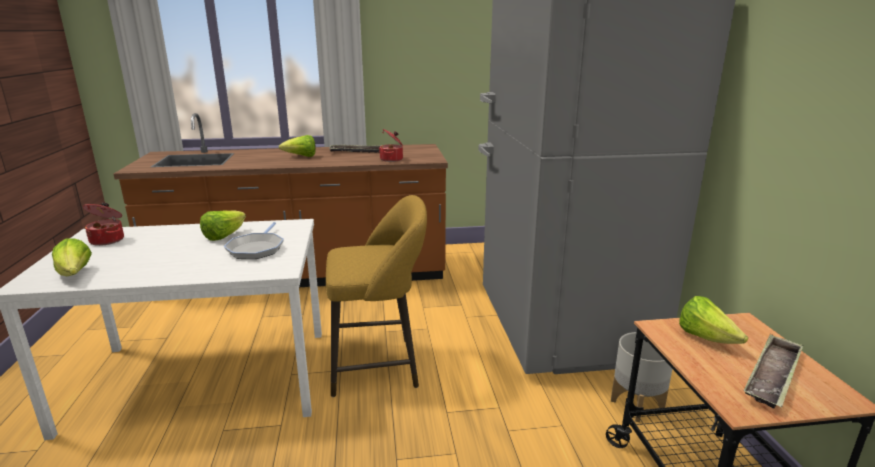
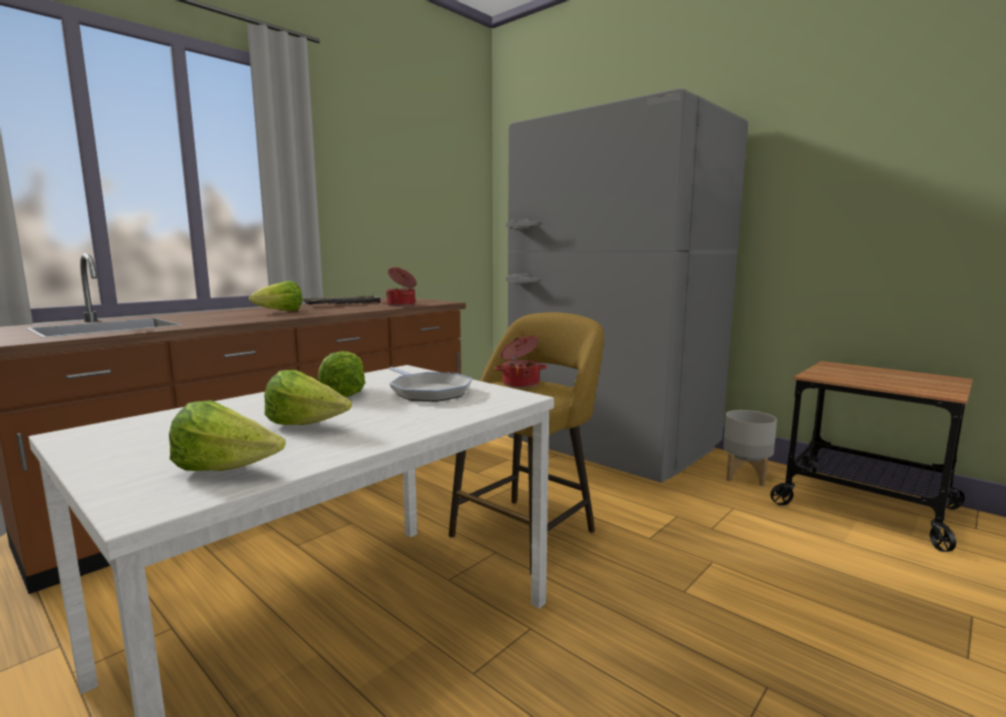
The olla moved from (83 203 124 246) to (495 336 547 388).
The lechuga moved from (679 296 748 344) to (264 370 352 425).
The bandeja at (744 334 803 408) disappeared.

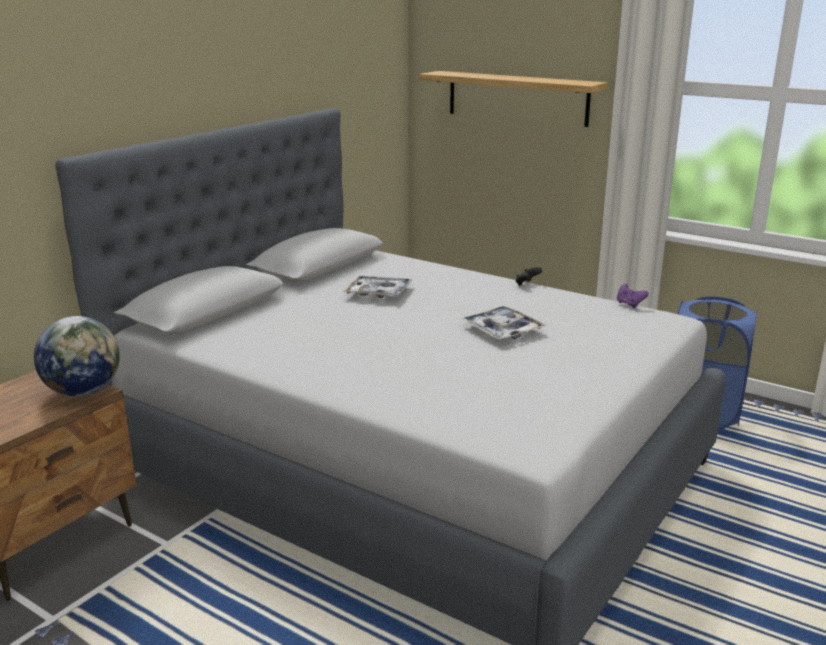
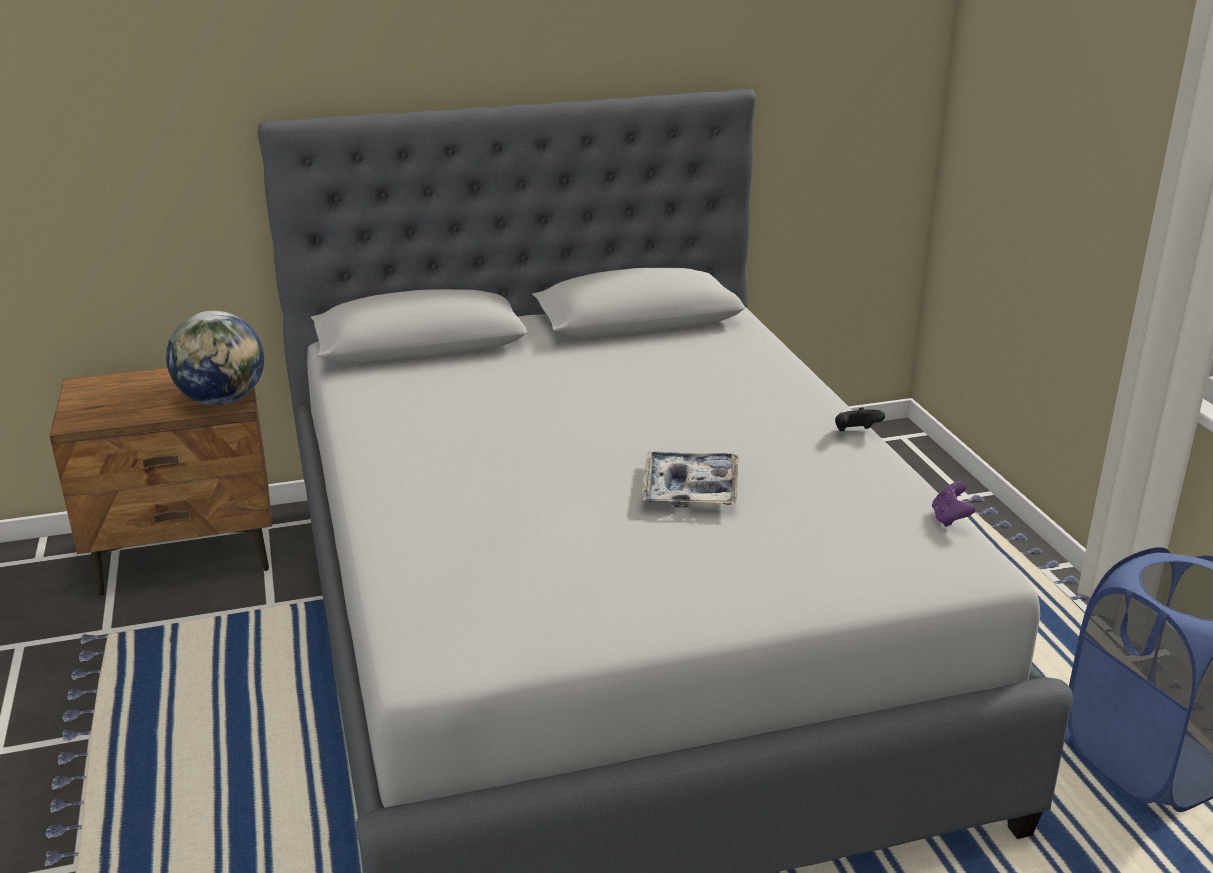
The bandeja at (343 276 412 298) disappeared.
The estante at (419 71 608 127) disappeared.

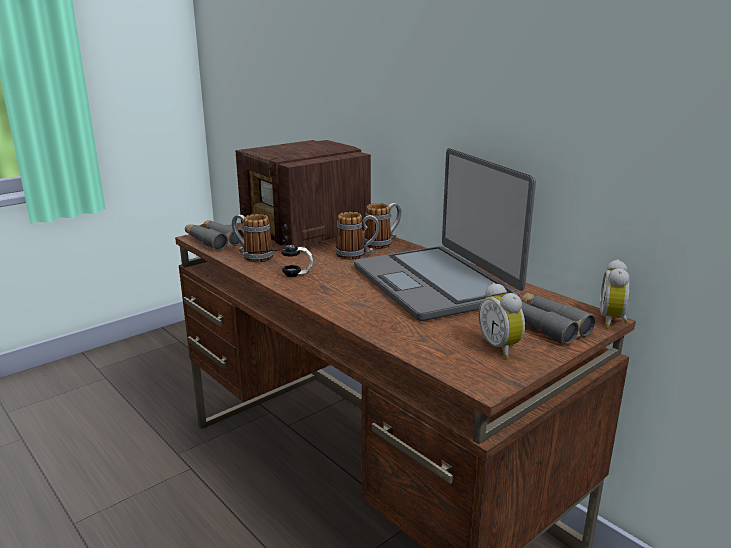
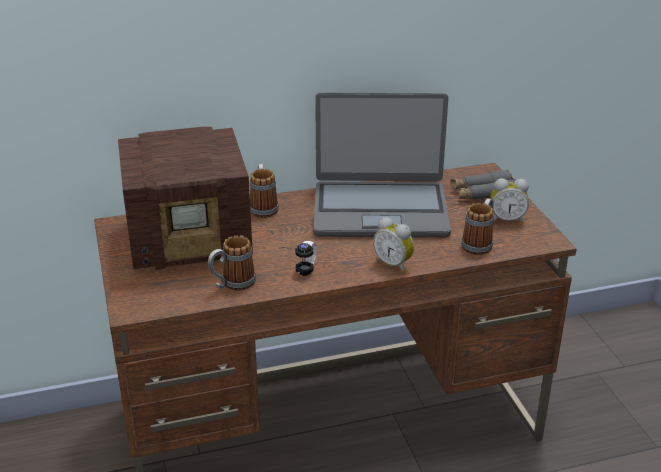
The prismáticos (gris) at (185 220 244 251) disappeared.
The taza grande moved from (336 212 379 260) to (461 199 494 255).
The despertador moved from (600 259 630 328) to (373 217 414 273).

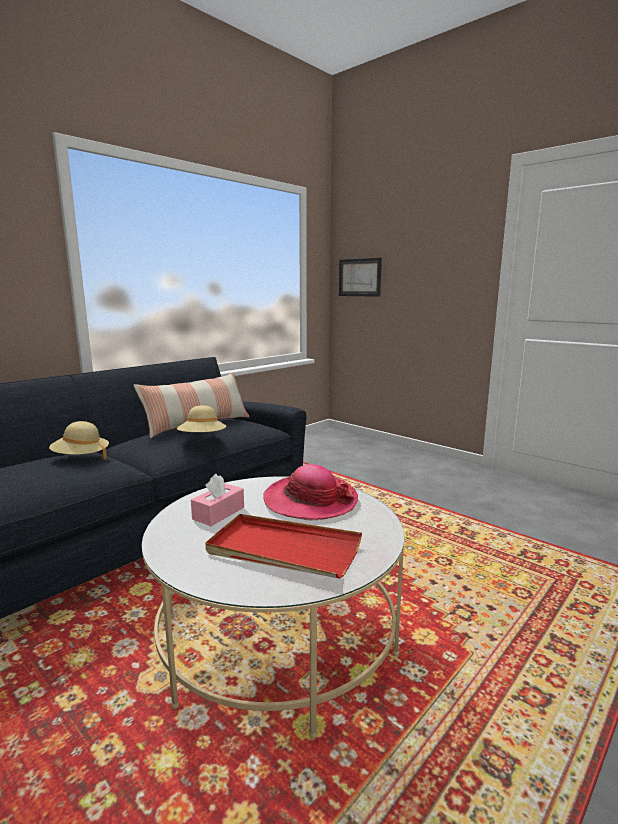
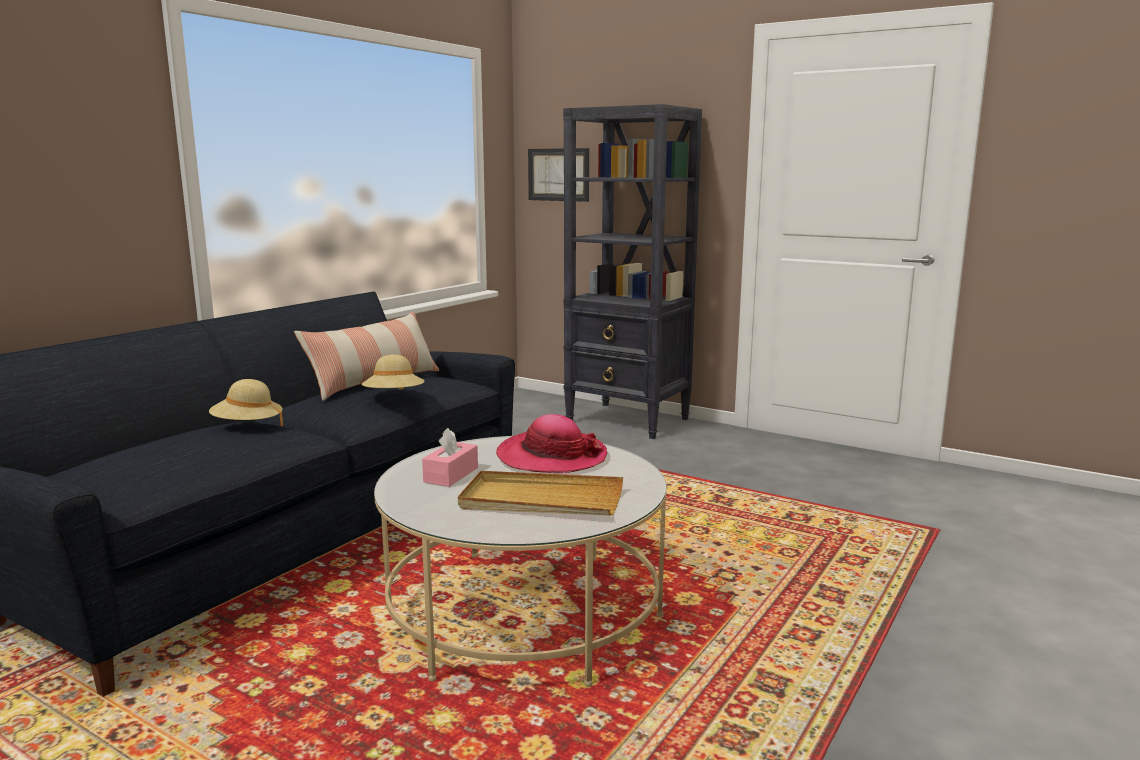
The bandeja (rojo) at (205 514 362 579) became the bandeja (beis) at (458 471 623 516).
The estantería (negro) at (563 104 702 439) appeared.

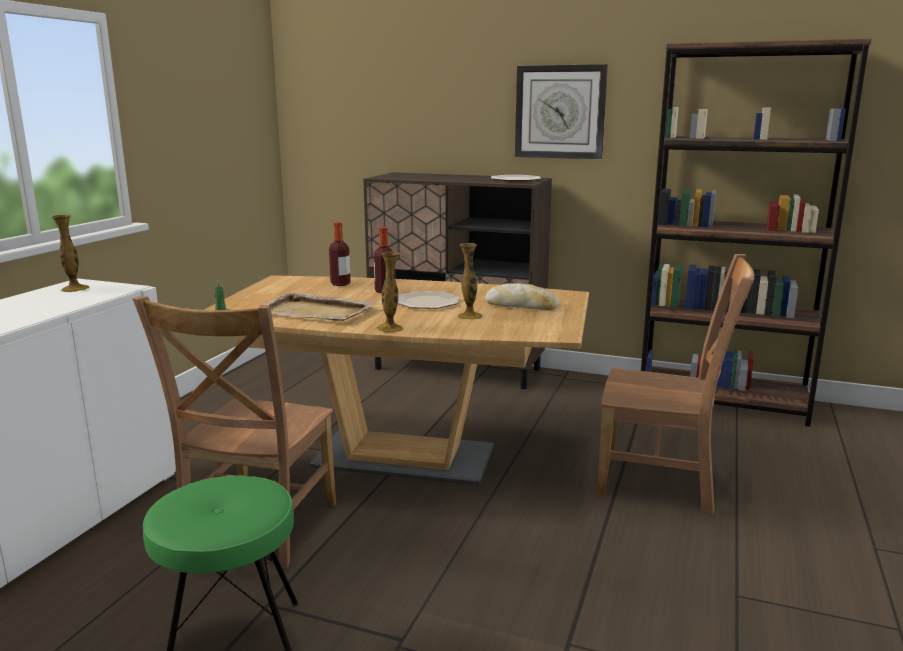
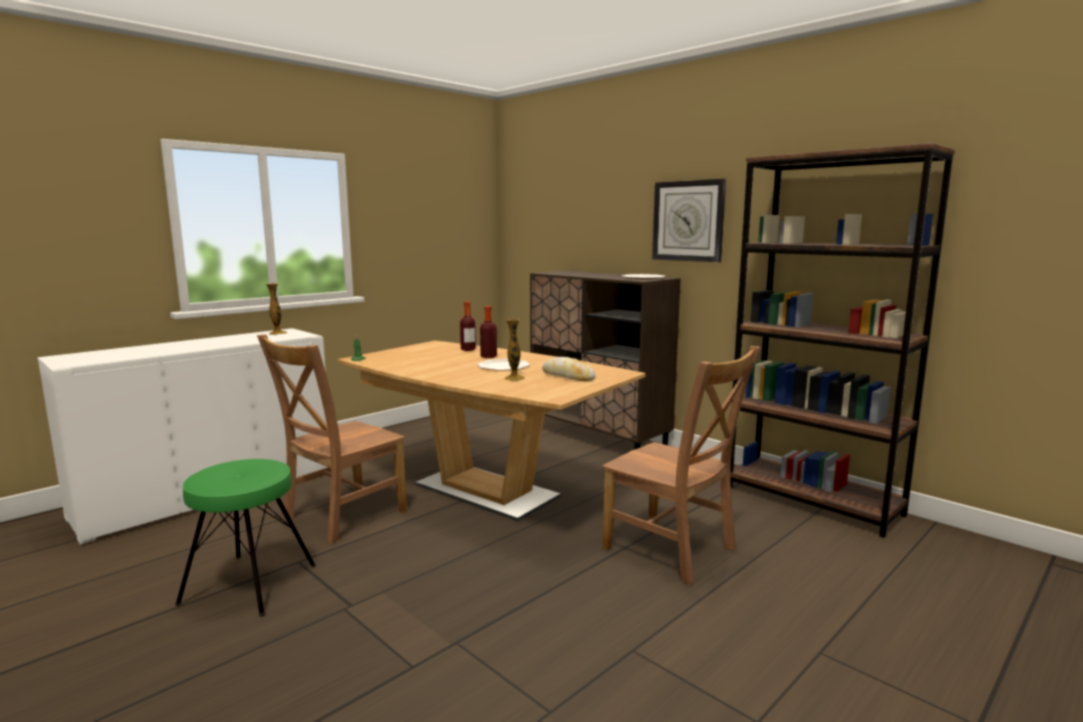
The bandeja (beis) at (258 292 377 321) disappeared.
The florero at (376 252 403 332) disappeared.

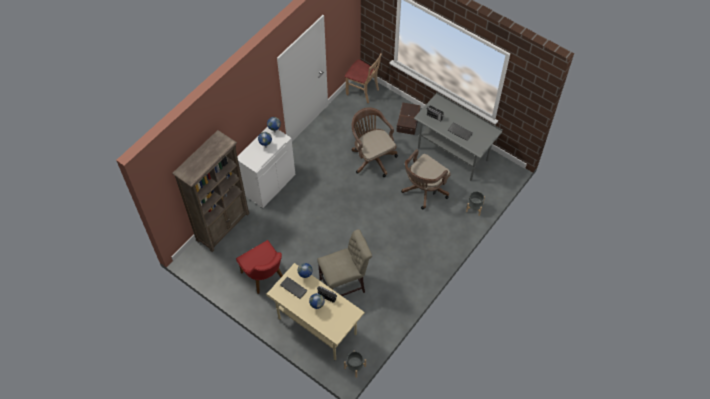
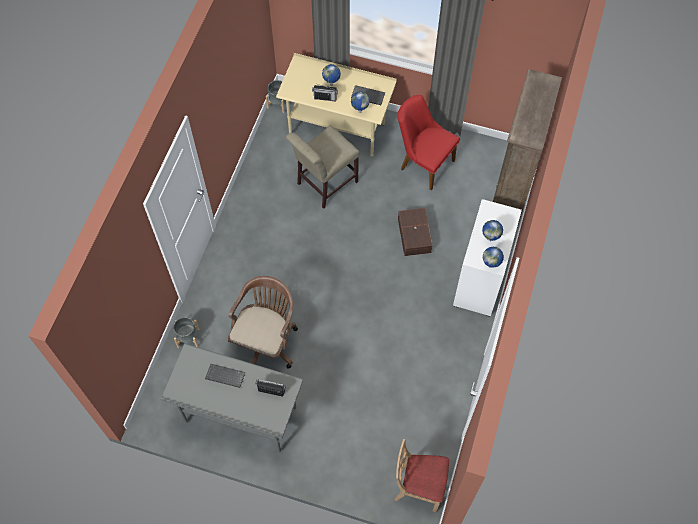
The silla de oficina (marrón) at (351 107 398 177) disappeared.
The caja de almacenaje (marrón) moved from (396 102 420 135) to (398 208 432 256).

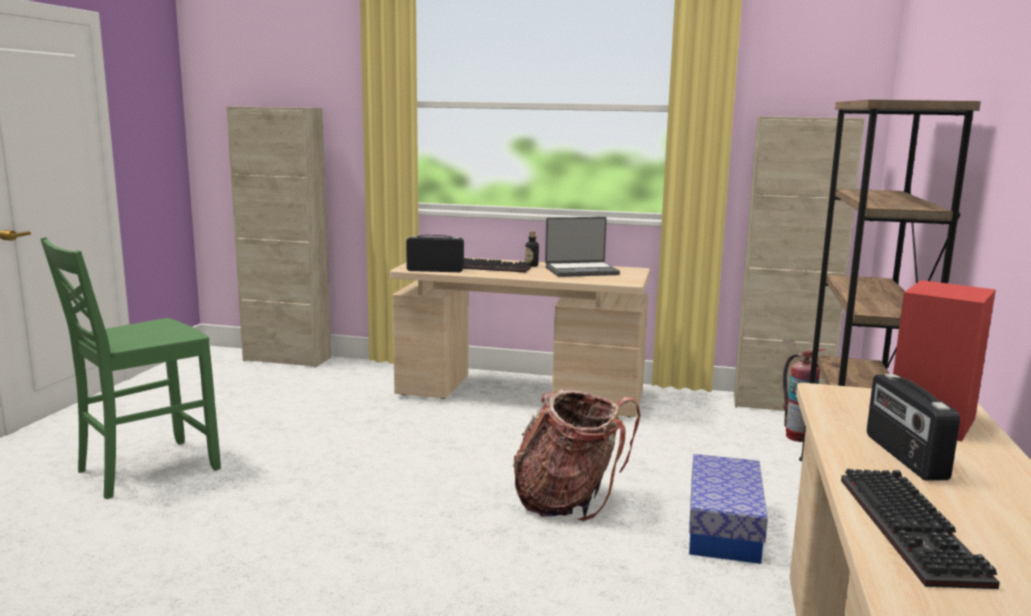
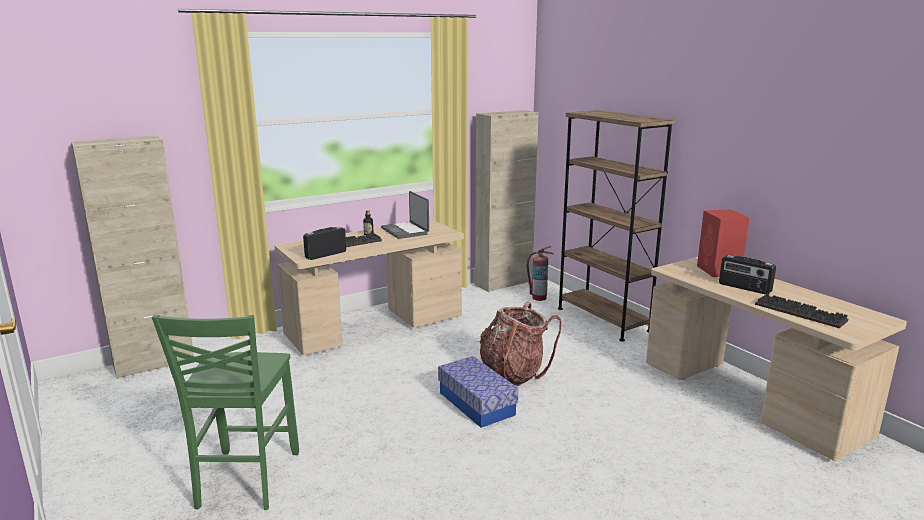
The portátil at (545 217 620 277) turned 120 degrees clockwise.
The caja de almacenaje moved from (689 454 768 564) to (438 356 519 428).

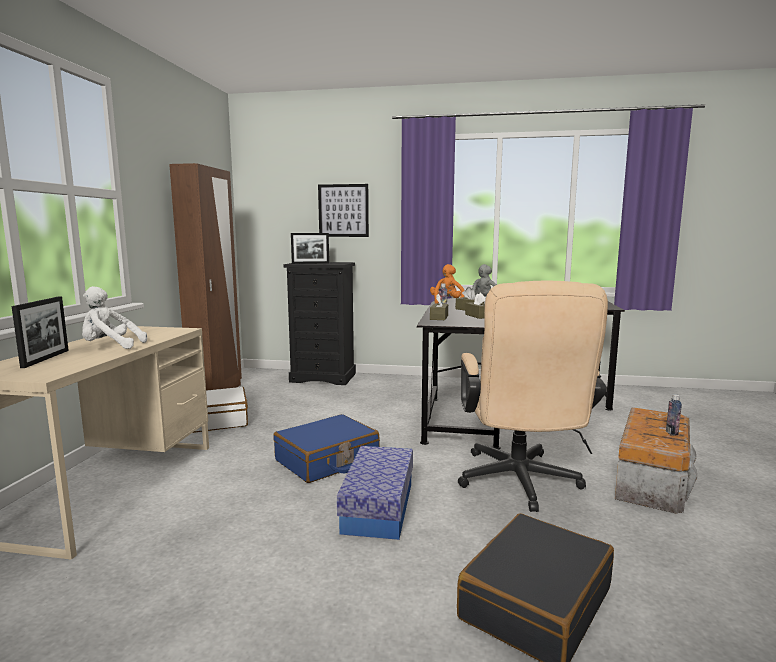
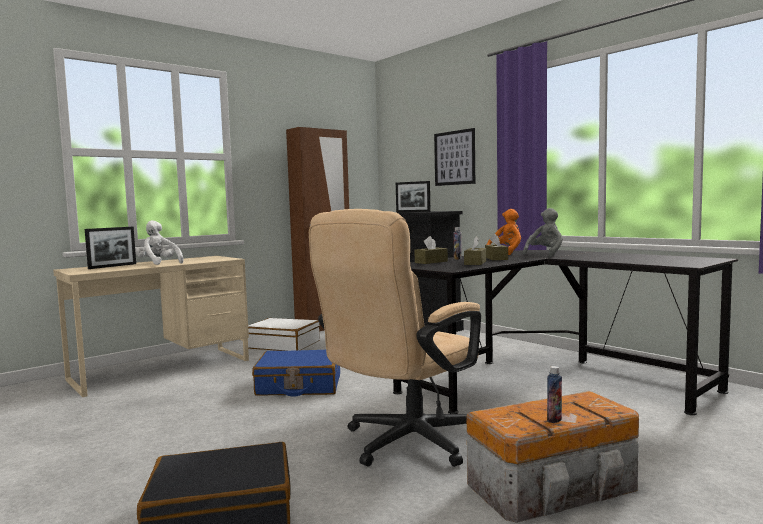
The caja de almacenaje at (337 446 413 540) disappeared.

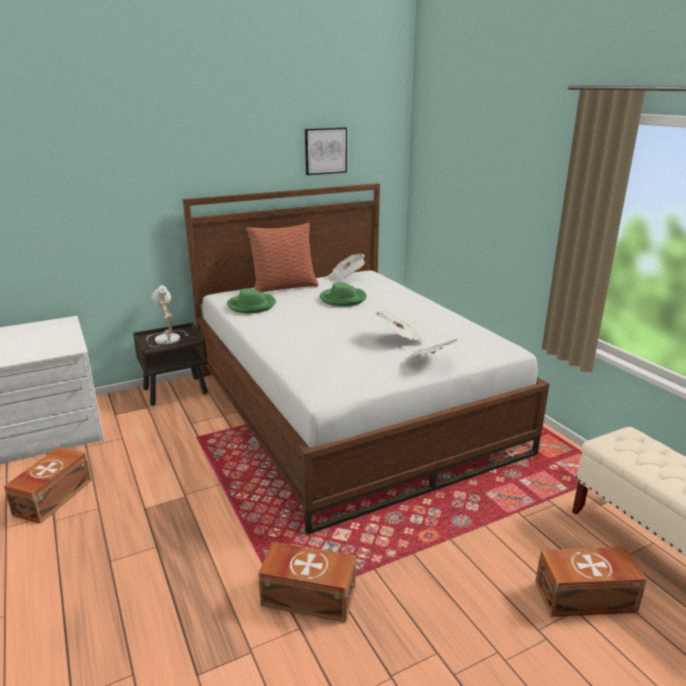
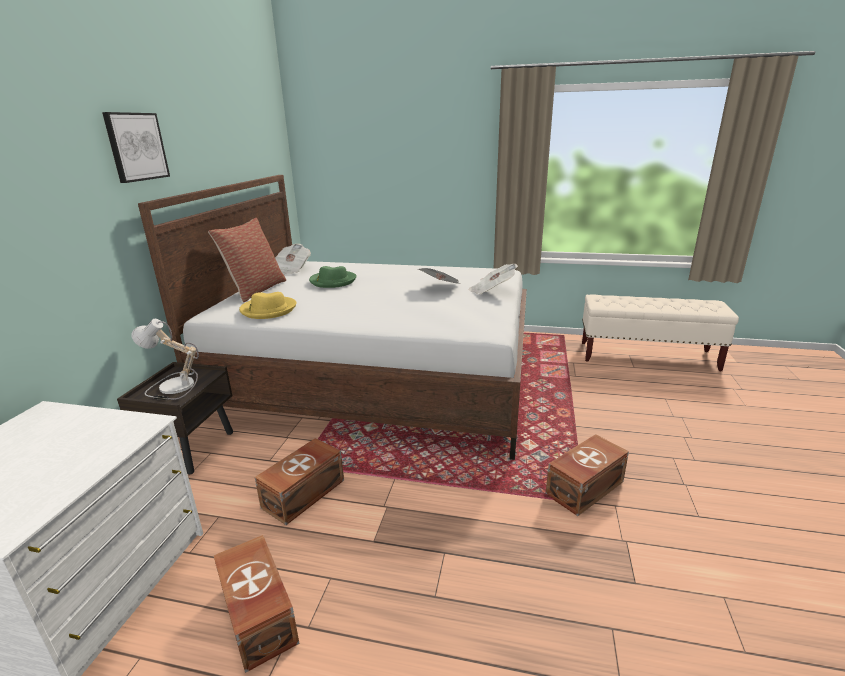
The sombrero (verde) at (227 288 276 313) became the sombrero (amarillo) at (239 292 297 319).
The cuadro moved from (305 128 347 175) to (102 112 170 183).
The caja de almacenaje (marrón) moved from (535 547 647 617) to (255 438 344 525).

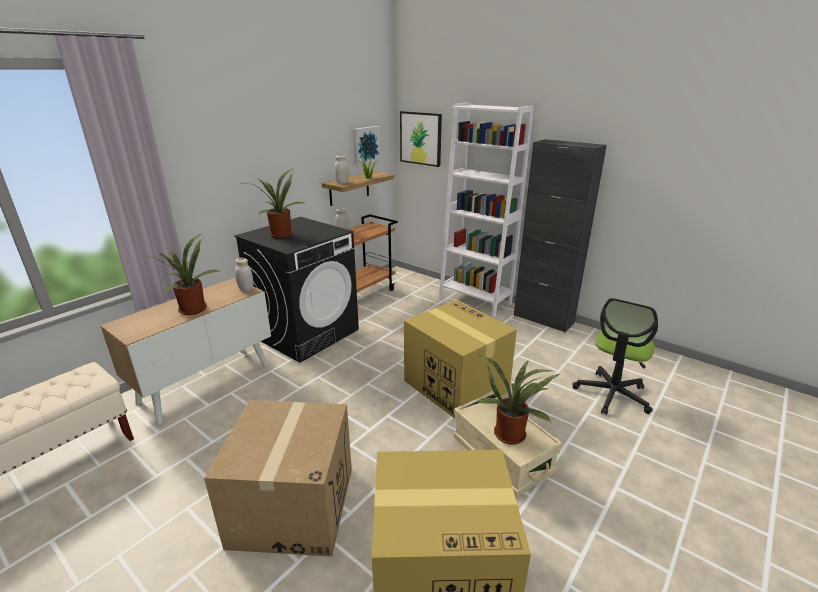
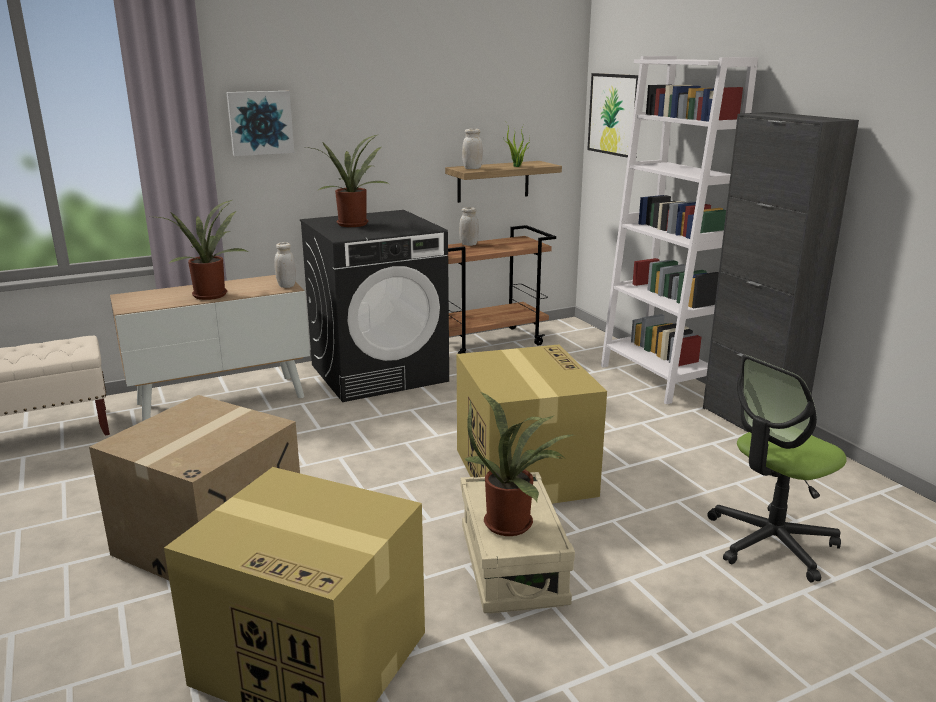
The cuadro moved from (353 126 381 166) to (226 91 294 156).

